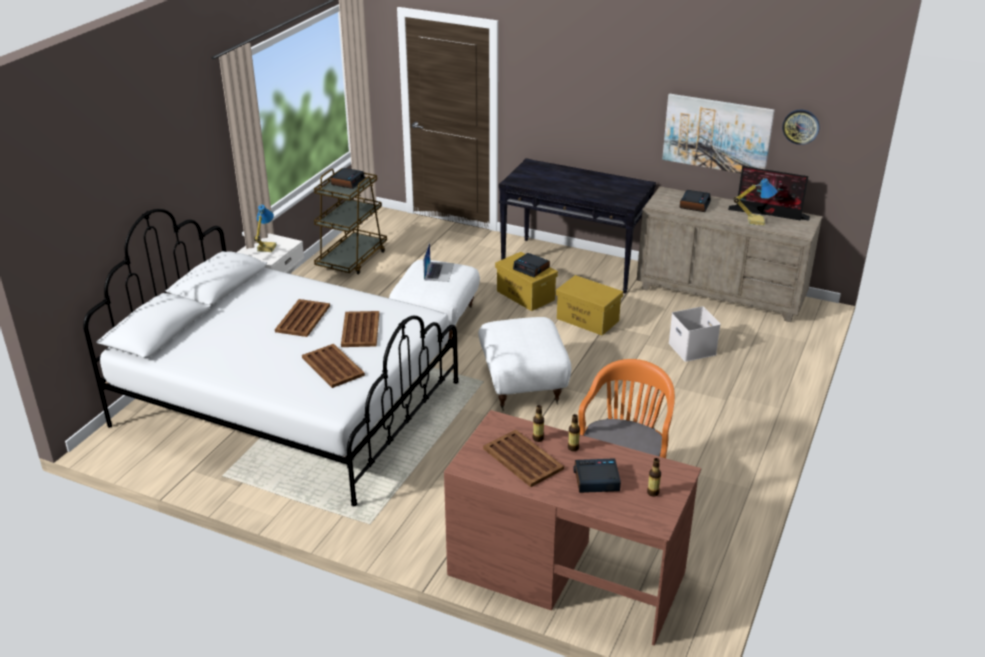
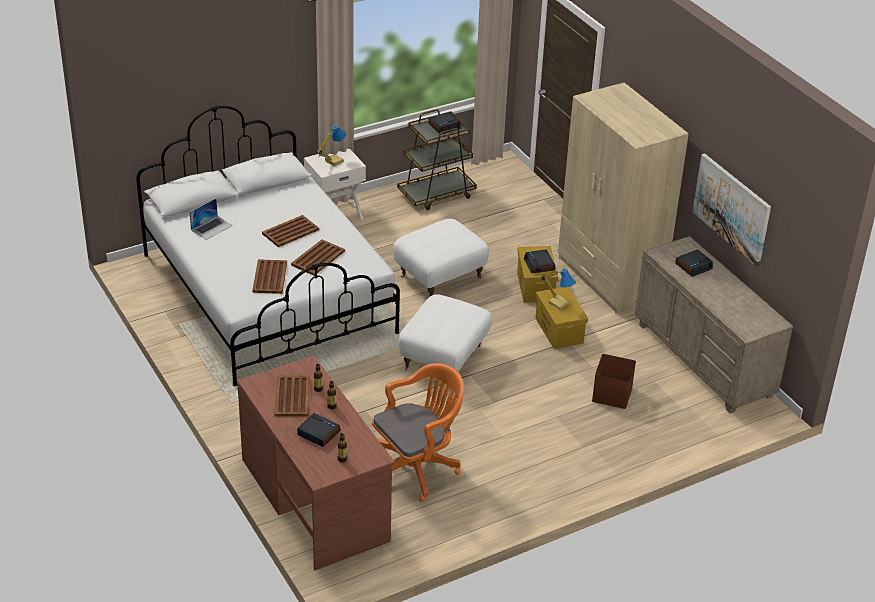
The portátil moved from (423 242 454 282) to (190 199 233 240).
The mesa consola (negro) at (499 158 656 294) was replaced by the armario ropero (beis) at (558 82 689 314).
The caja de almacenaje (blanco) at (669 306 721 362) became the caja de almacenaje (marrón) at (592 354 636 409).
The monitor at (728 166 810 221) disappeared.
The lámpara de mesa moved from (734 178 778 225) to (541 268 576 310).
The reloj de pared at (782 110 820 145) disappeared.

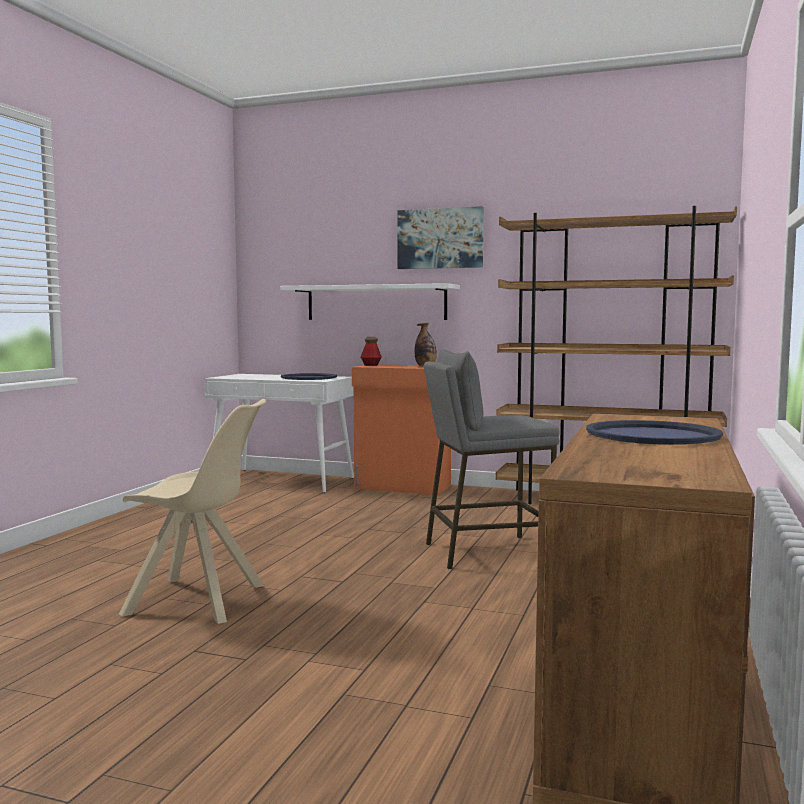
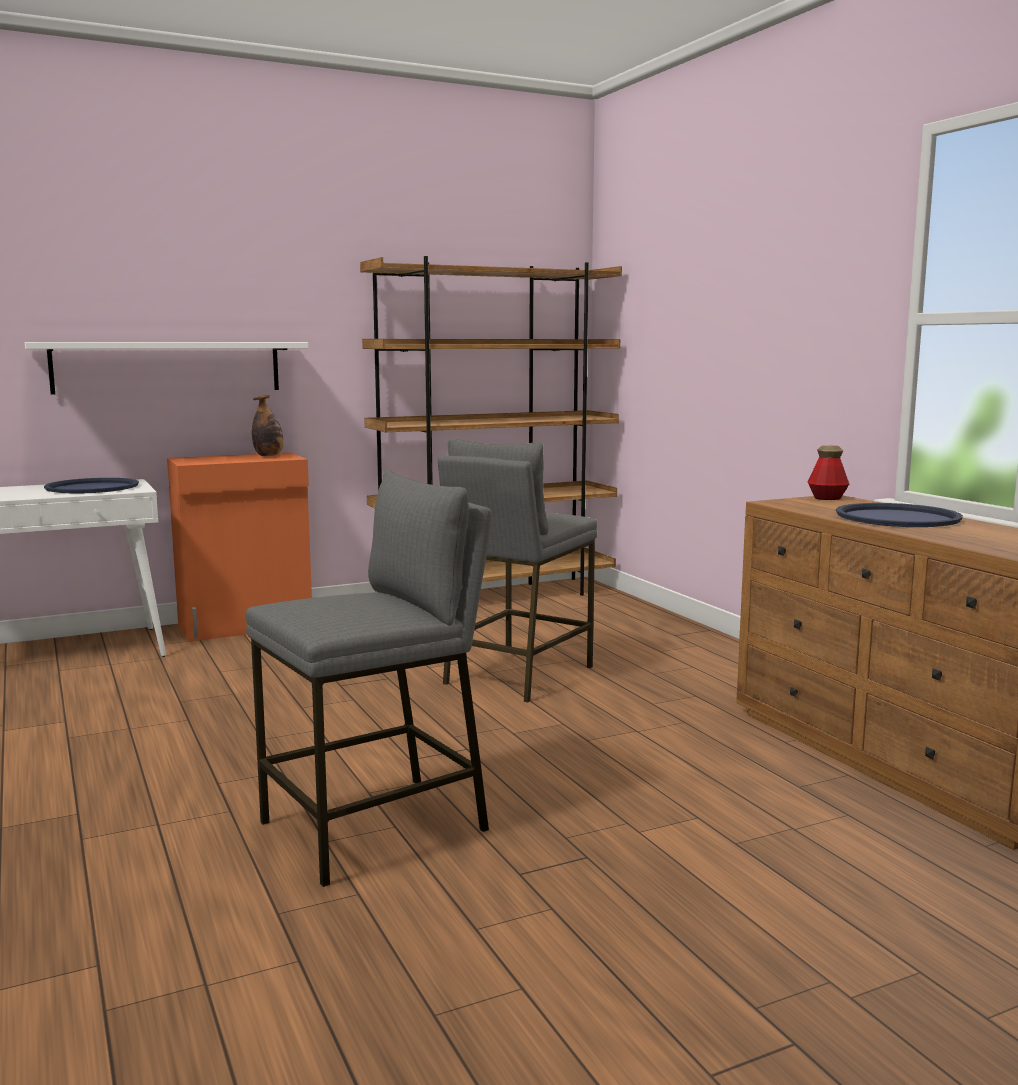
The silla (beis) at (119 399 266 624) was replaced by the taburete (gris) at (246 470 492 887).
The botella moved from (360 337 382 366) to (808 445 849 500).
The cuadro at (397 206 484 269) disappeared.

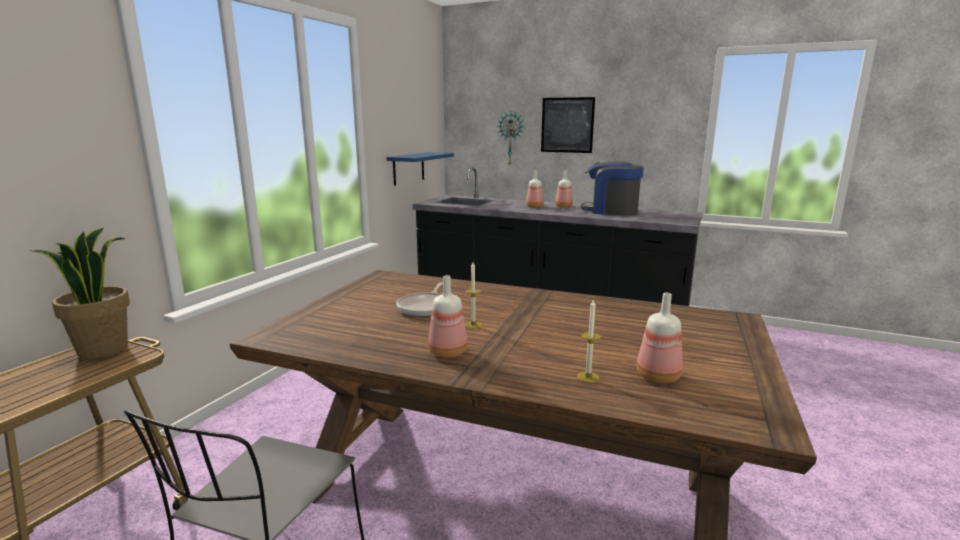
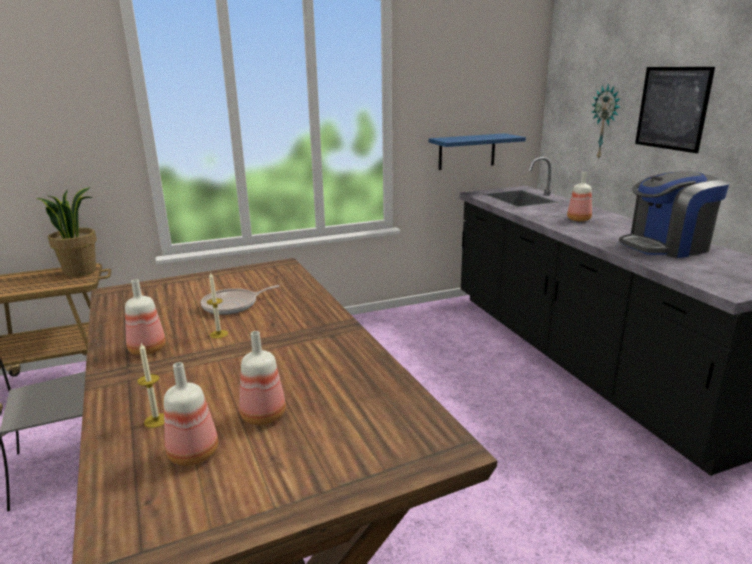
The botella moved from (555 171 573 208) to (239 331 286 425).
The cafetera at (580 161 644 216) turned 90 degrees counterclockwise.

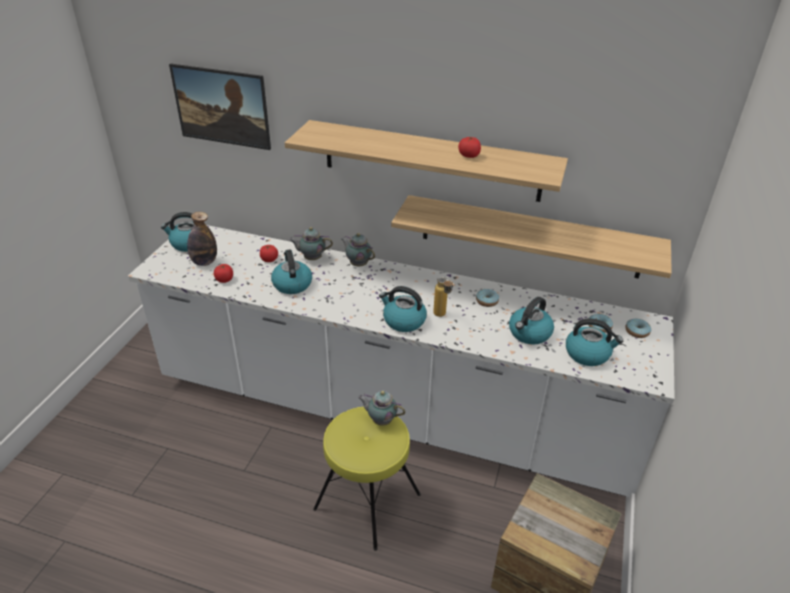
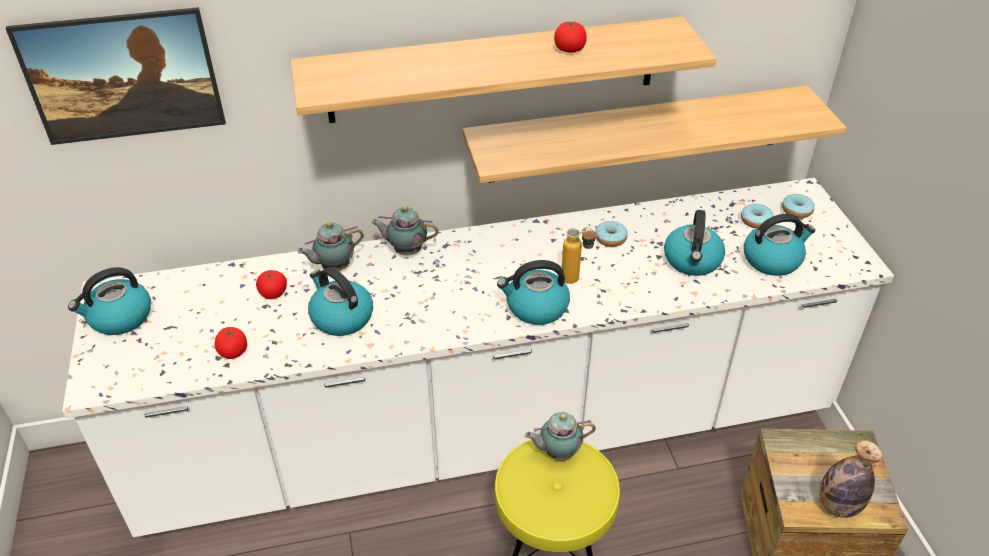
The botella moved from (187 212 217 266) to (819 440 883 518).

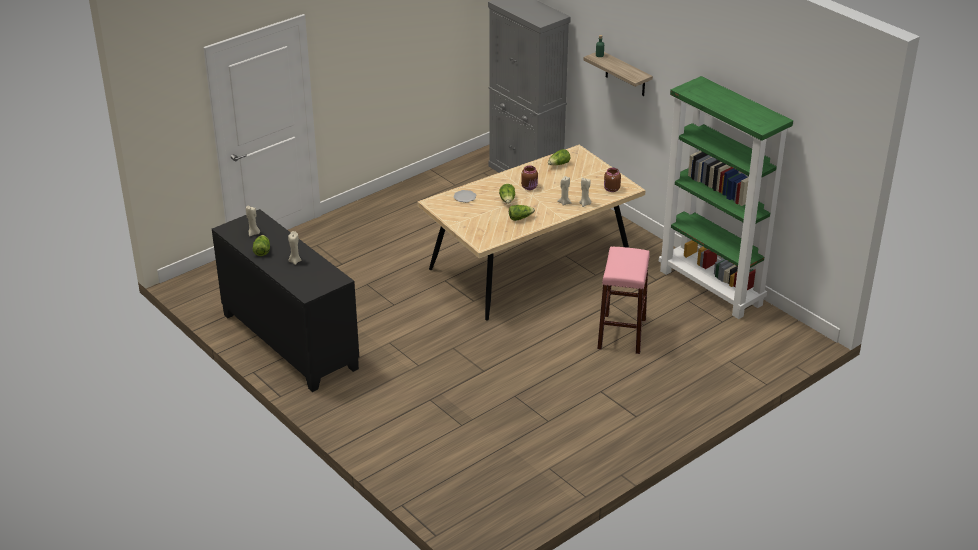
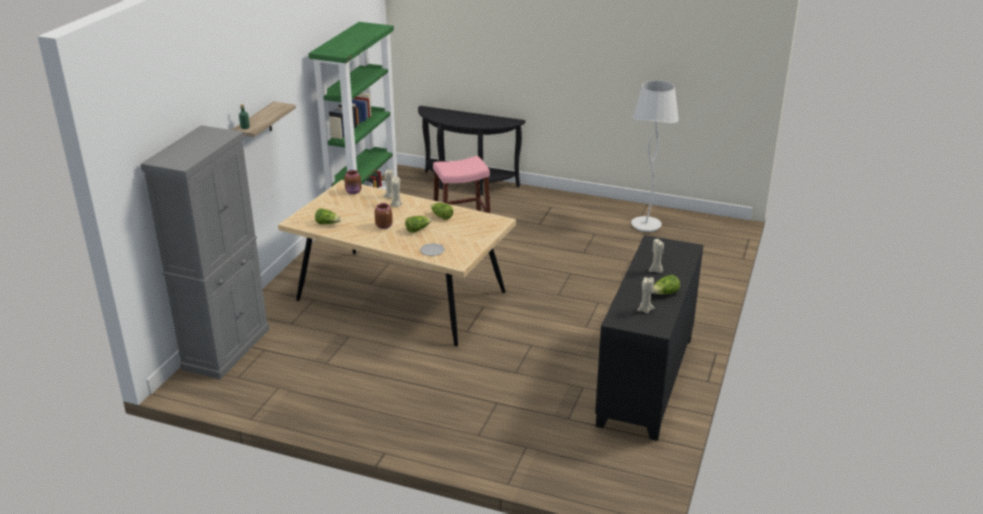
The mesa consola (negro) at (418 106 526 195) appeared.
The lámpara de pie (blanco) at (631 80 679 232) appeared.

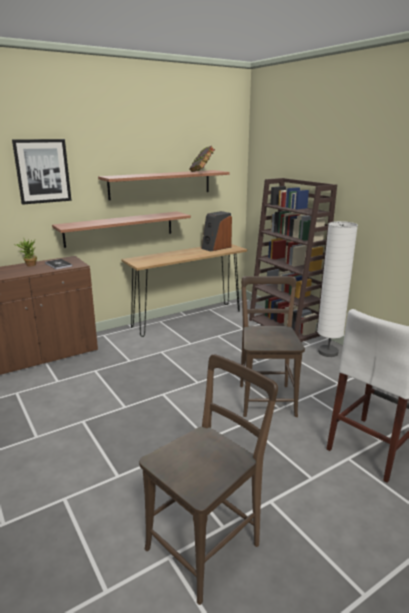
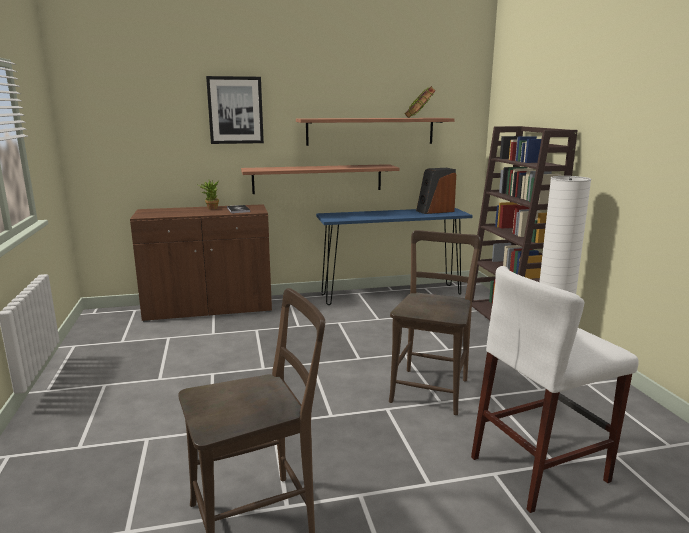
The mesa consola (marrón) at (121 244 247 337) became the mesa consola (azul) at (316 208 473 305).

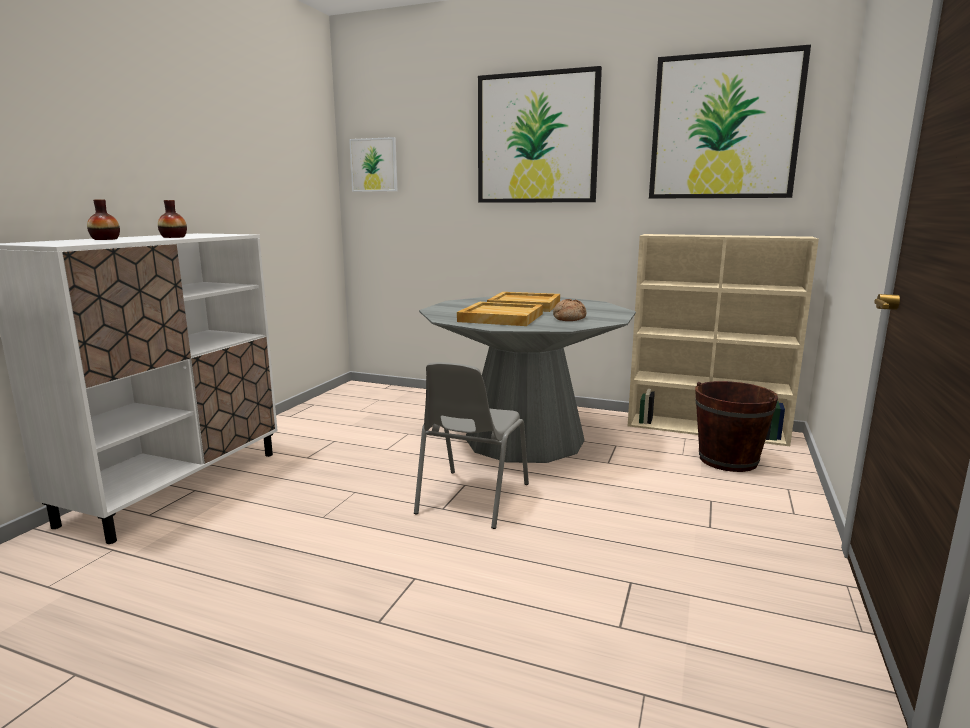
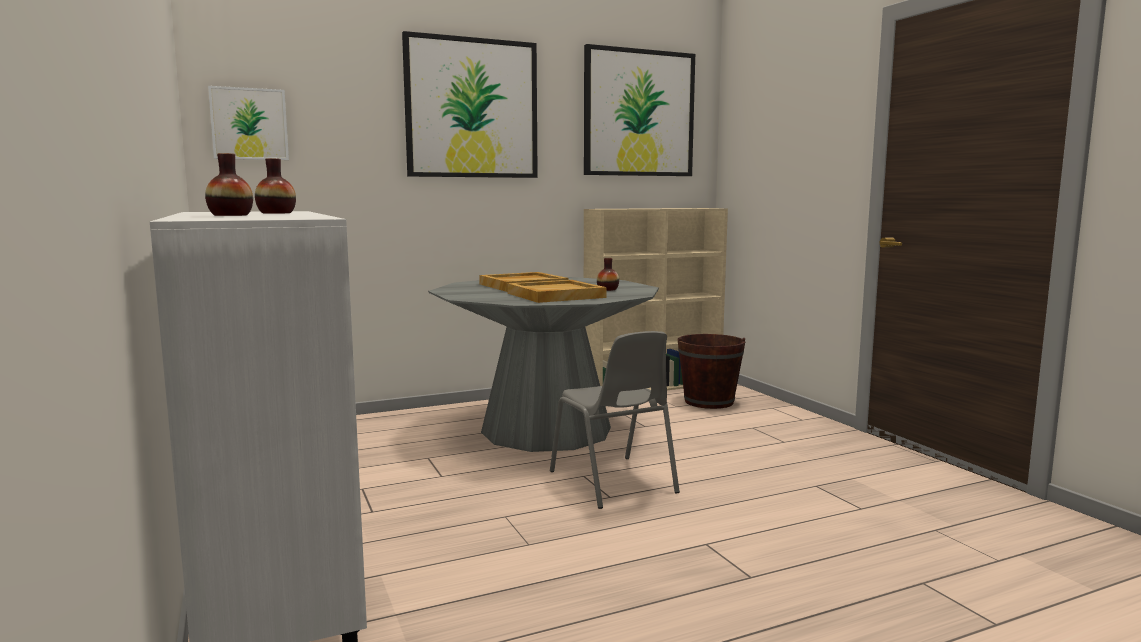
The pan at (553 299 586 321) was replaced by the florero at (597 258 619 291).

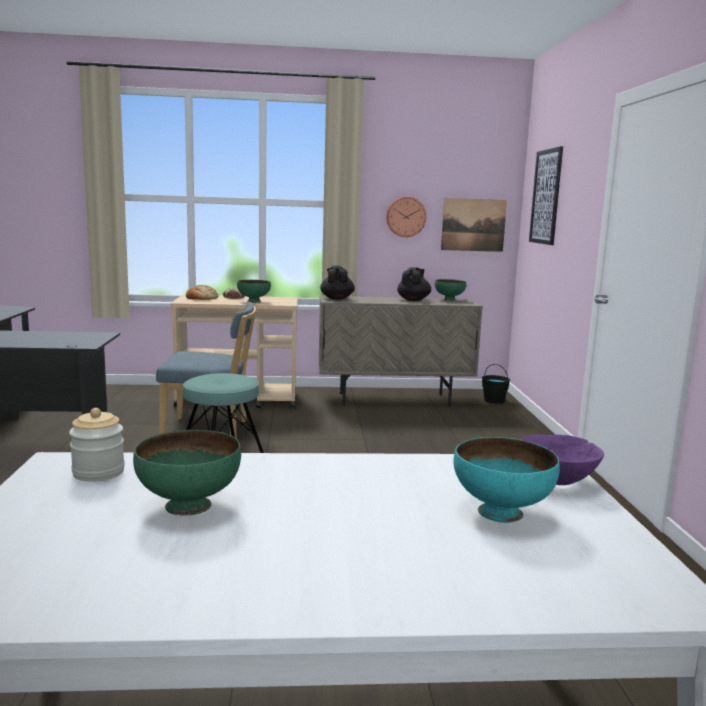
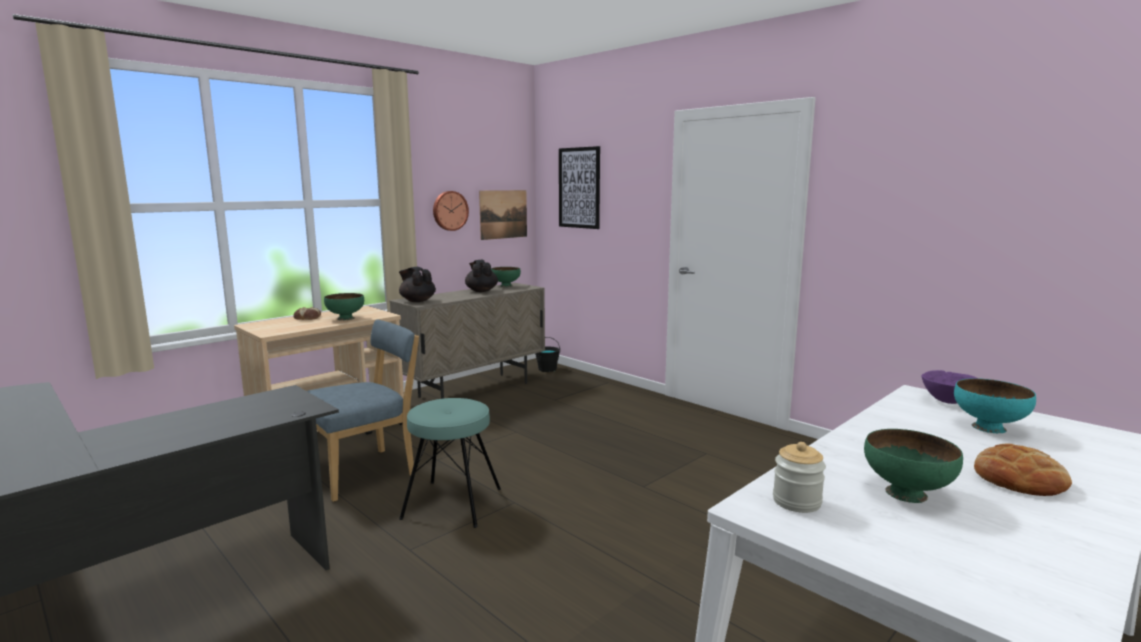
The pan moved from (186 285 218 300) to (974 444 1072 496).

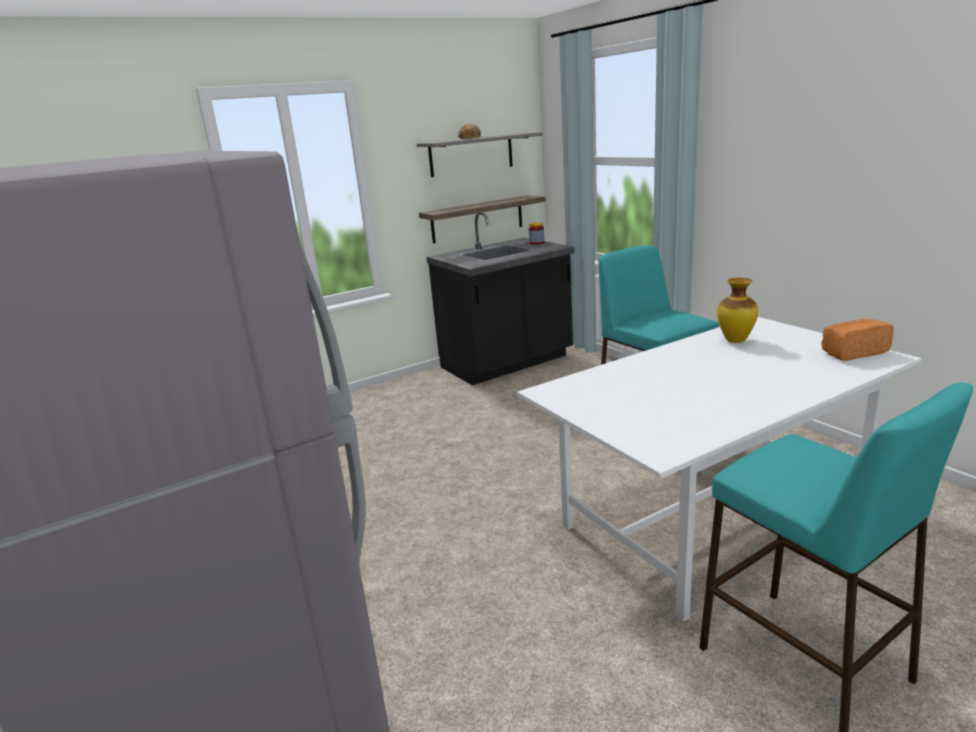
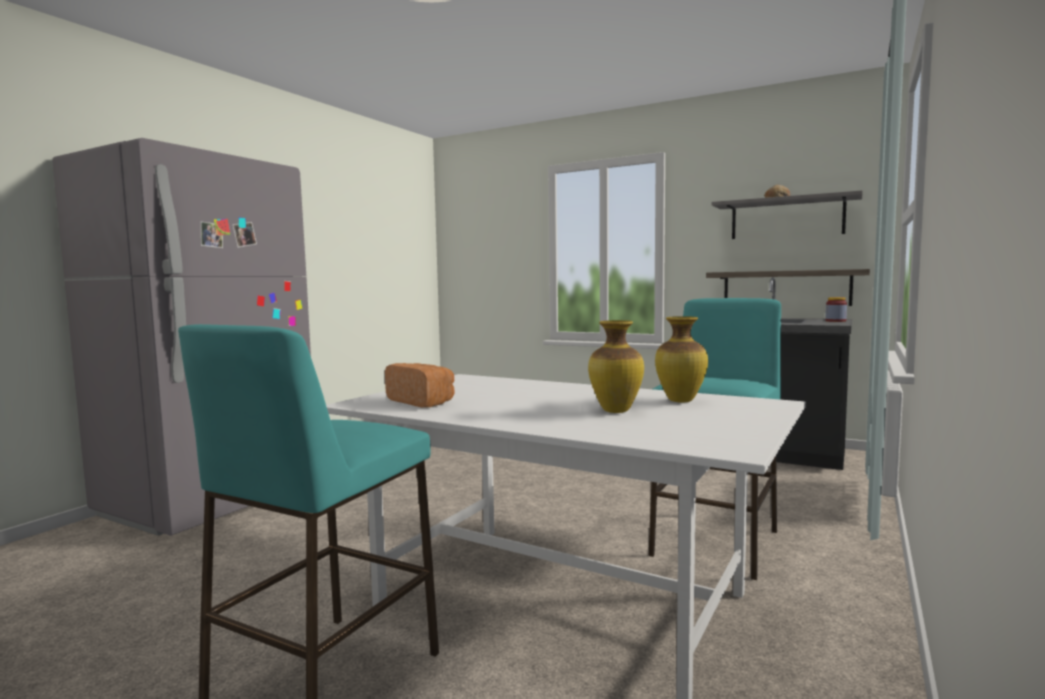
The pan moved from (821 319 894 361) to (385 363 455 408).
The florero at (588 320 644 413) appeared.

